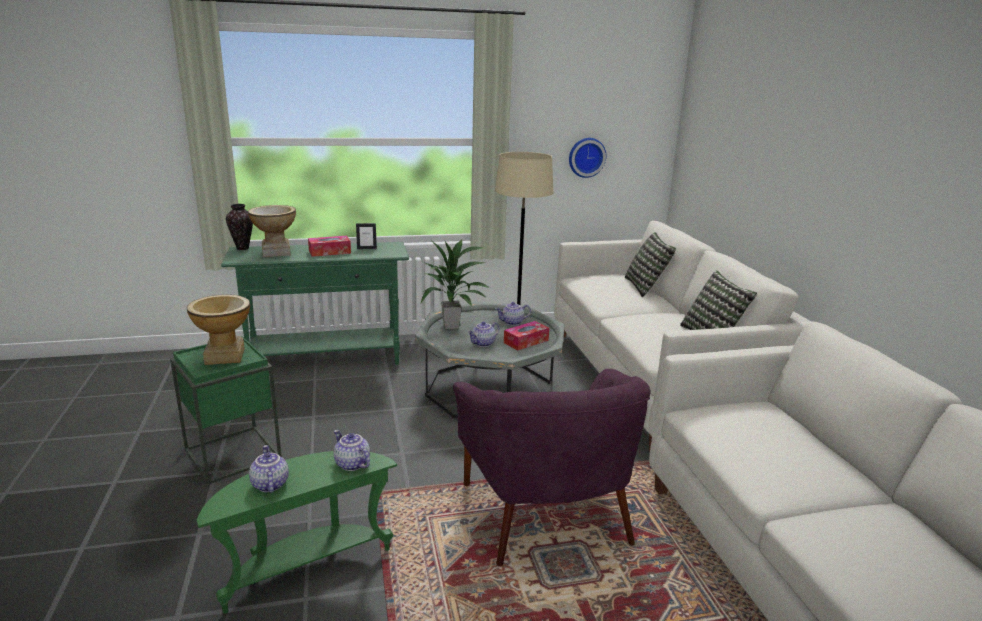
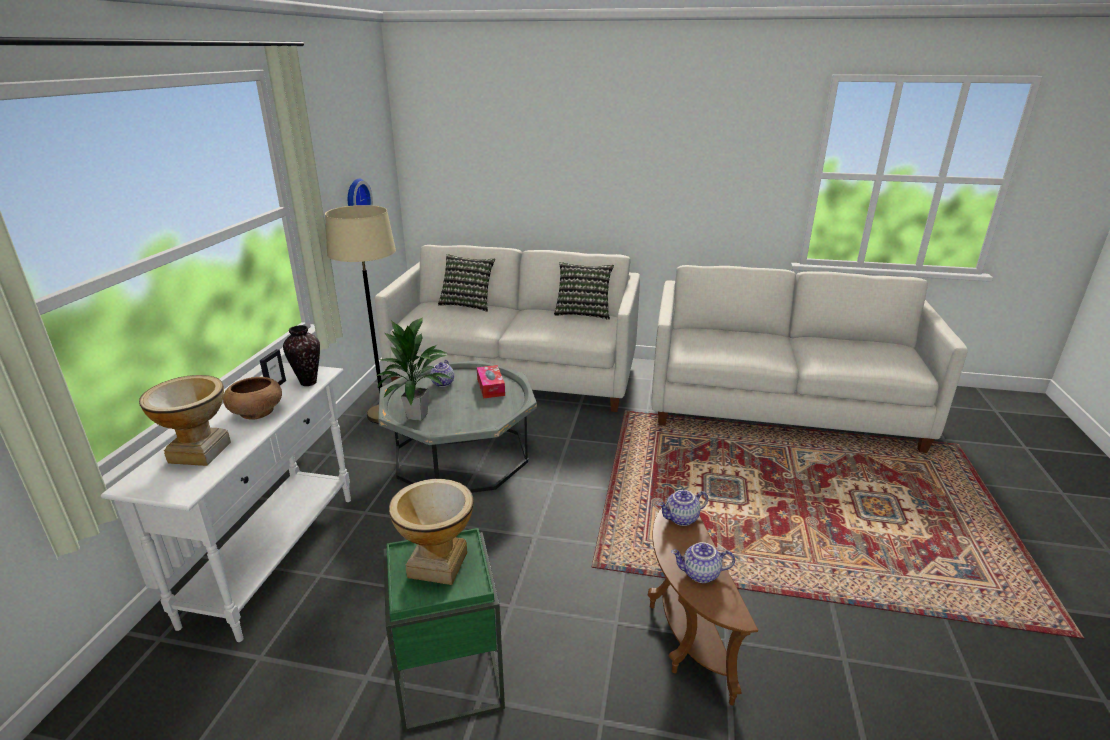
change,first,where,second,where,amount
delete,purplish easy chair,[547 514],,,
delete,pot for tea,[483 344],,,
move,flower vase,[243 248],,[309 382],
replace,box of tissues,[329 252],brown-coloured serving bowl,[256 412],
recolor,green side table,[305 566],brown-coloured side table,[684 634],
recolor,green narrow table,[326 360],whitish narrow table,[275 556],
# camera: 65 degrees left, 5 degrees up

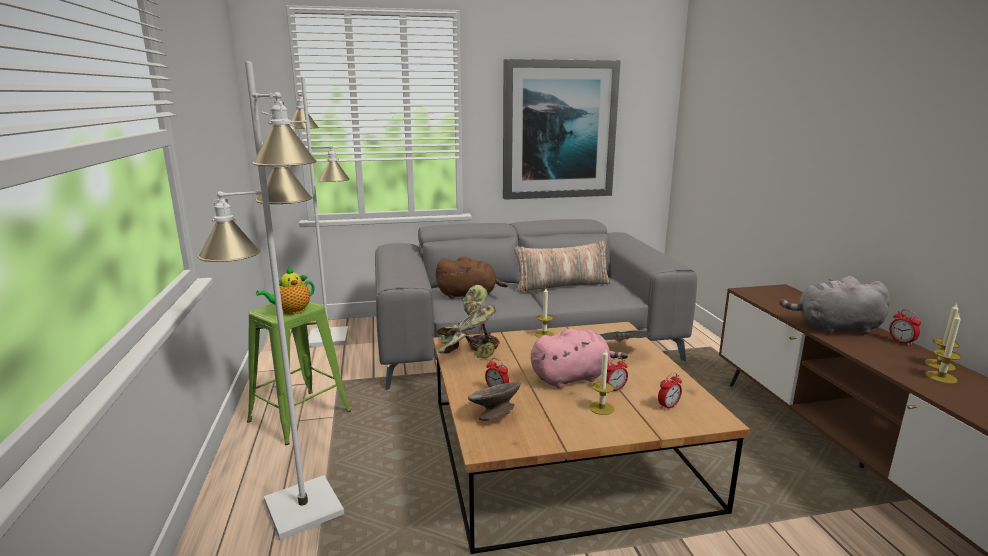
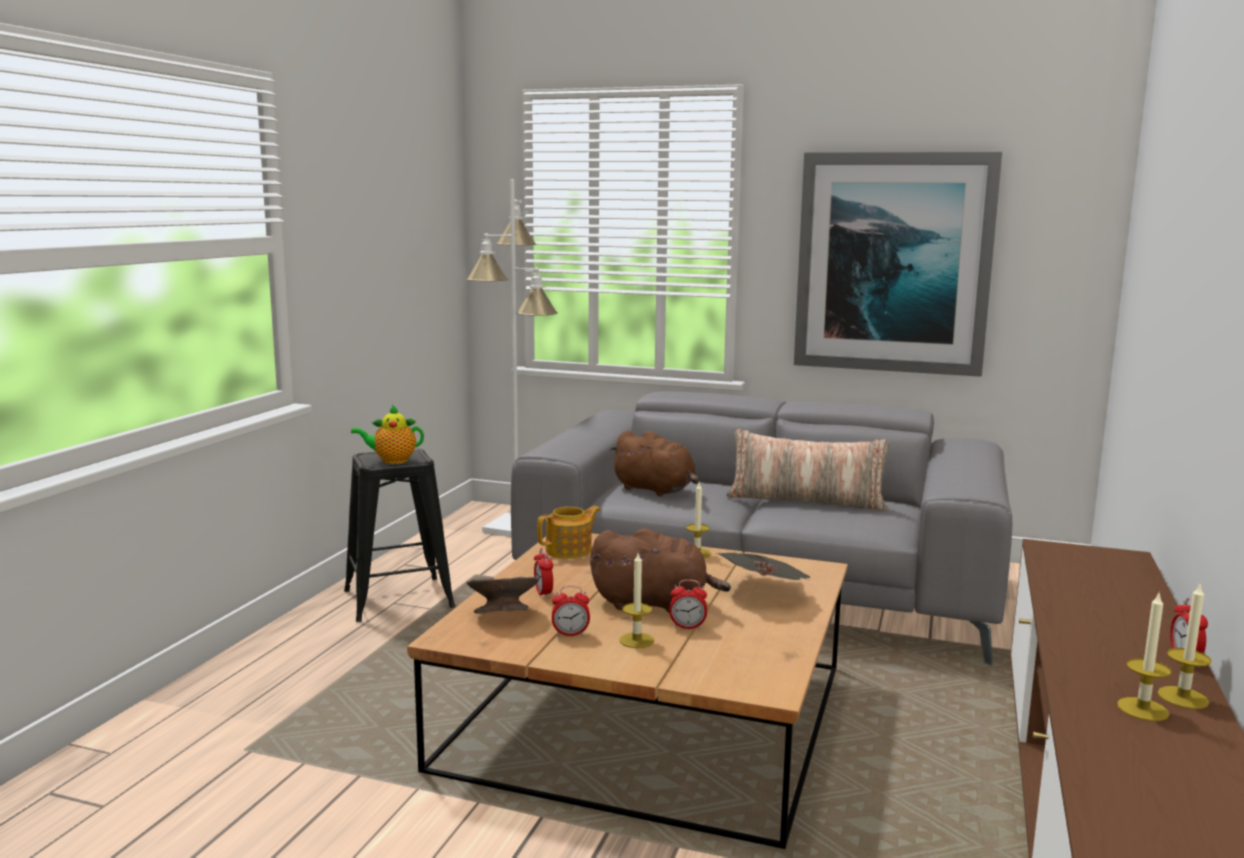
change,first,where,second,where,amount
delete,whitish floor lamp,[303 509],,,
delete,gray plush toy,[834 328],,,
move,alarm clock,[668 406],,[570 634],
replace,potted plant,[467 352],pot for tea,[570 550],
recolor,green stool seat,[298 417],blackish stool seat,[397 599],
recolor,pink plush toy,[572 377],brown-coloured plush toy,[654 603],
# camera: 30 degrees right, 5 degrees down

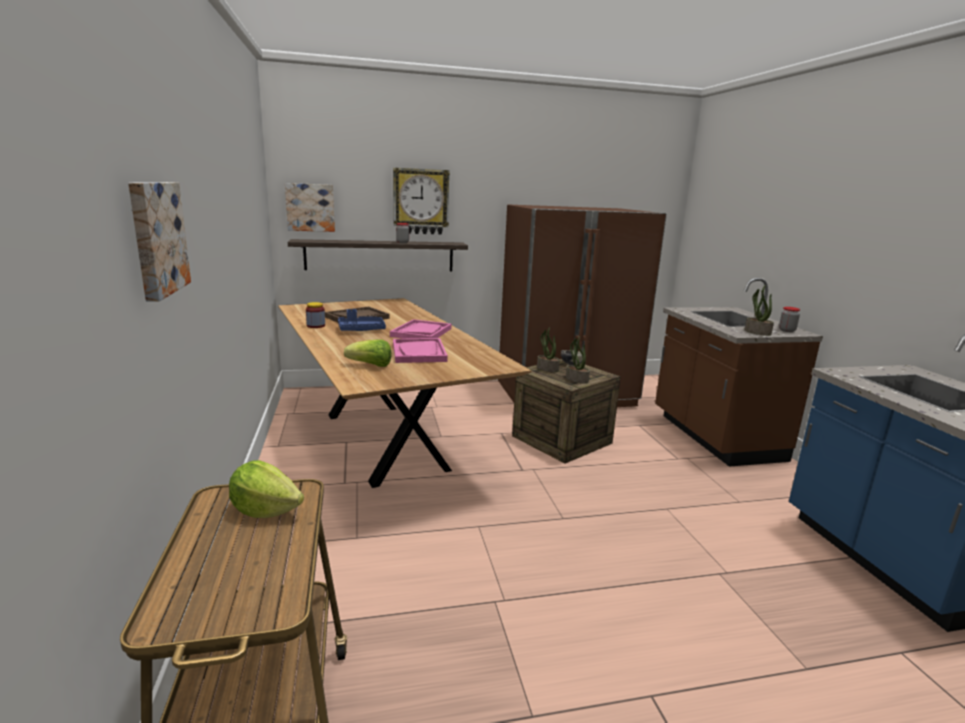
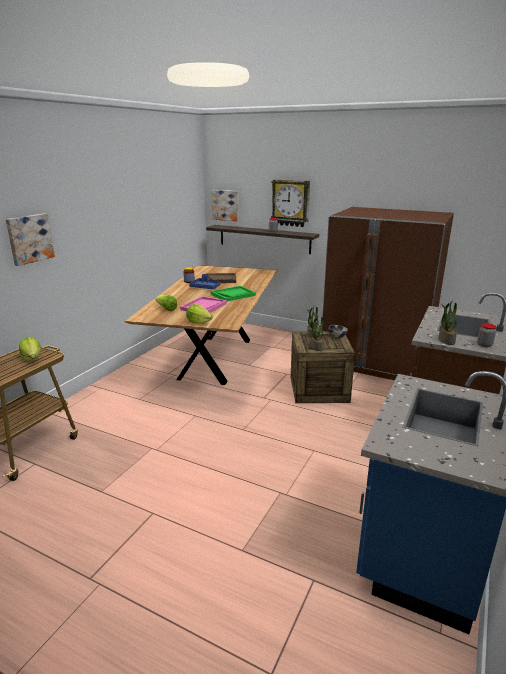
change,first,where,second,where,amount
insert,,,lettuce head,[198 322],
recolor,pink tray,[421 332],green tray,[233 295],
# camera: 40 degrees right, 5 degrees up

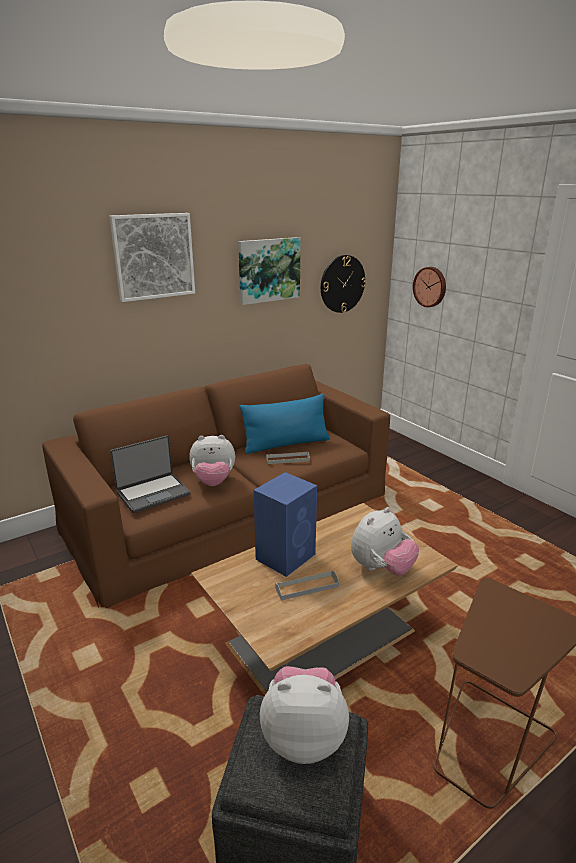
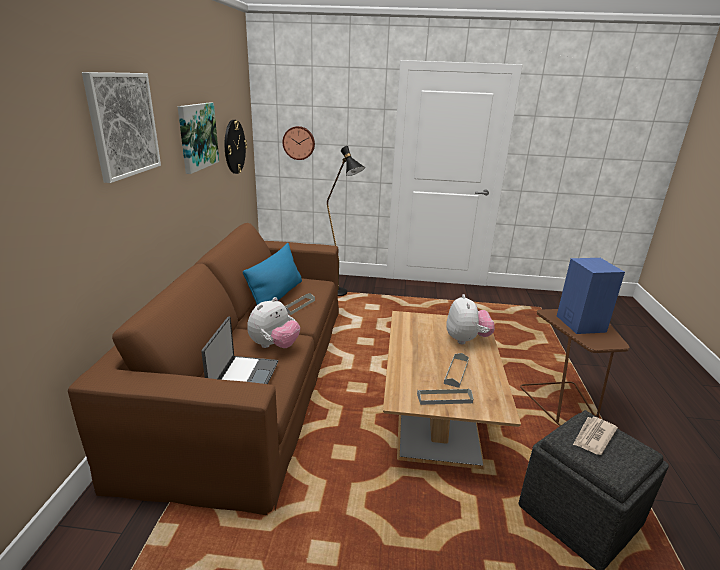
change,first,where,second,where,amount
insert,,,blackish floor lamp,[342 295],
insert,,,gray tray,[444 398],
move,blue loudspeaker,[286 556],,[580 323],
replace,plush toy,[303 736],newspaper,[593 437],
# camera: 50 degrees left, 0 degrees up

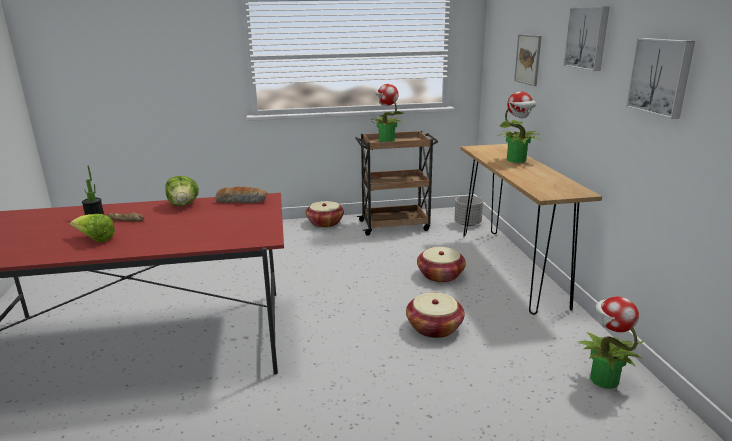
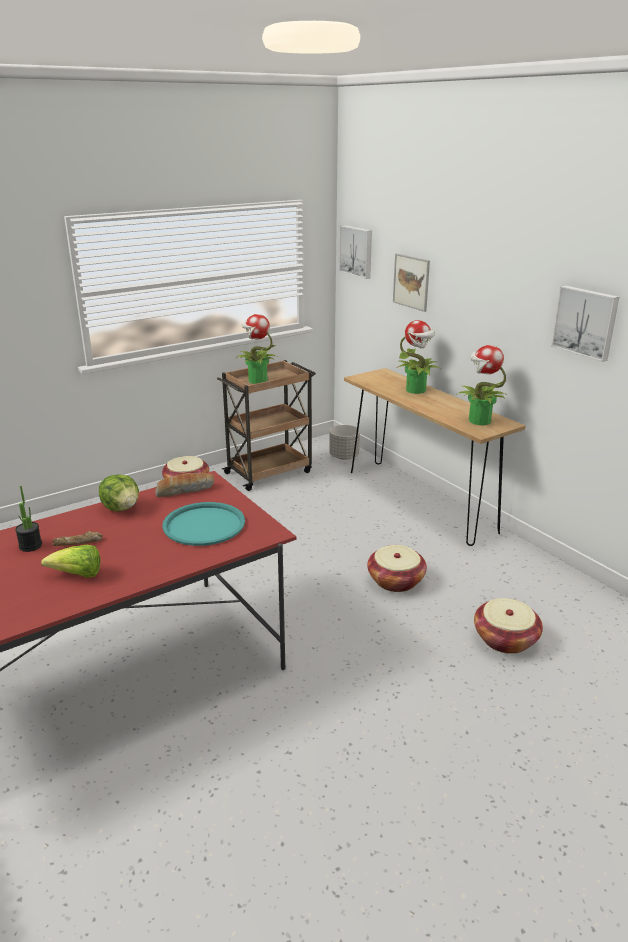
change,first,where,second,where,amount
insert,,,turquoise tray,[204 525],
move,household basket,[440 275],,[505 639],
move,picture,[588 38],,[357 251],
move,potted plant,[603 379],,[478 421],
# camera: 25 degrees left, 5 degrees up

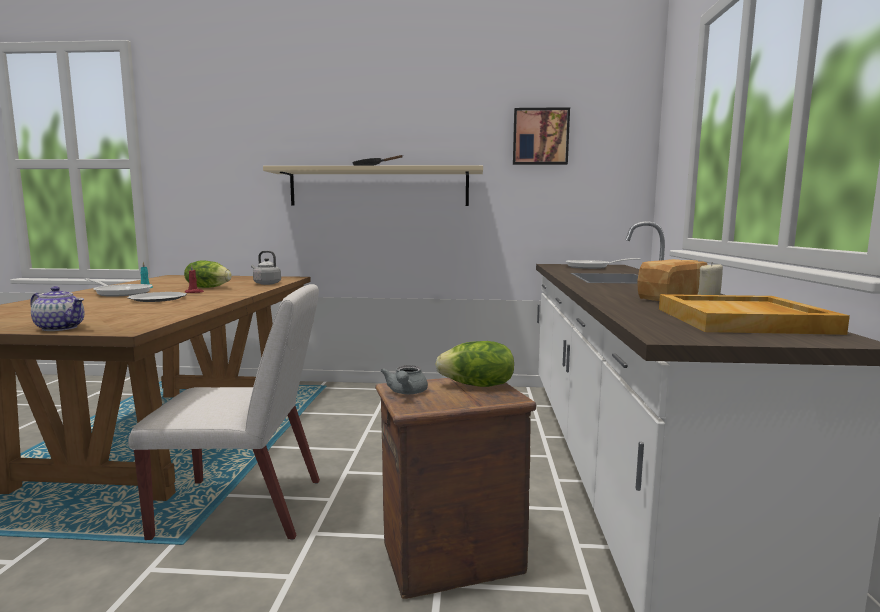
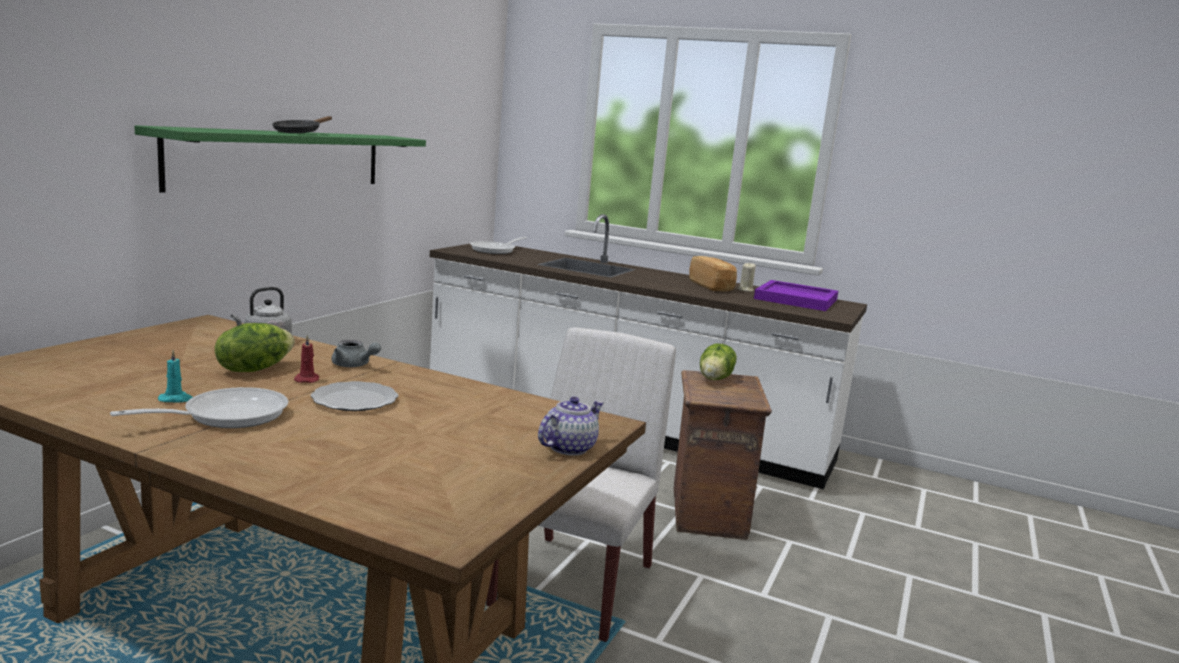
change,first,where,second,where,amount
delete,picture,[540 137],,,
move,gray pot for tea,[406 392],,[354 365],
recolor,sand-coloured shelf,[378 187],green shelf,[282 159],
recolor,sand-coloured tray,[743 320],purplish tray,[797 299],
# camera: 70 degrees left, 5 degrees up

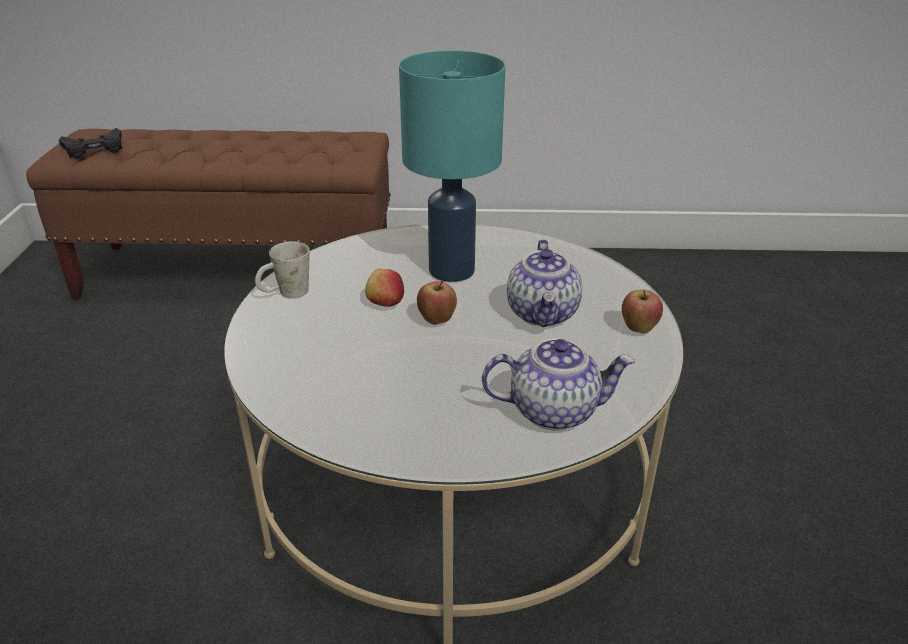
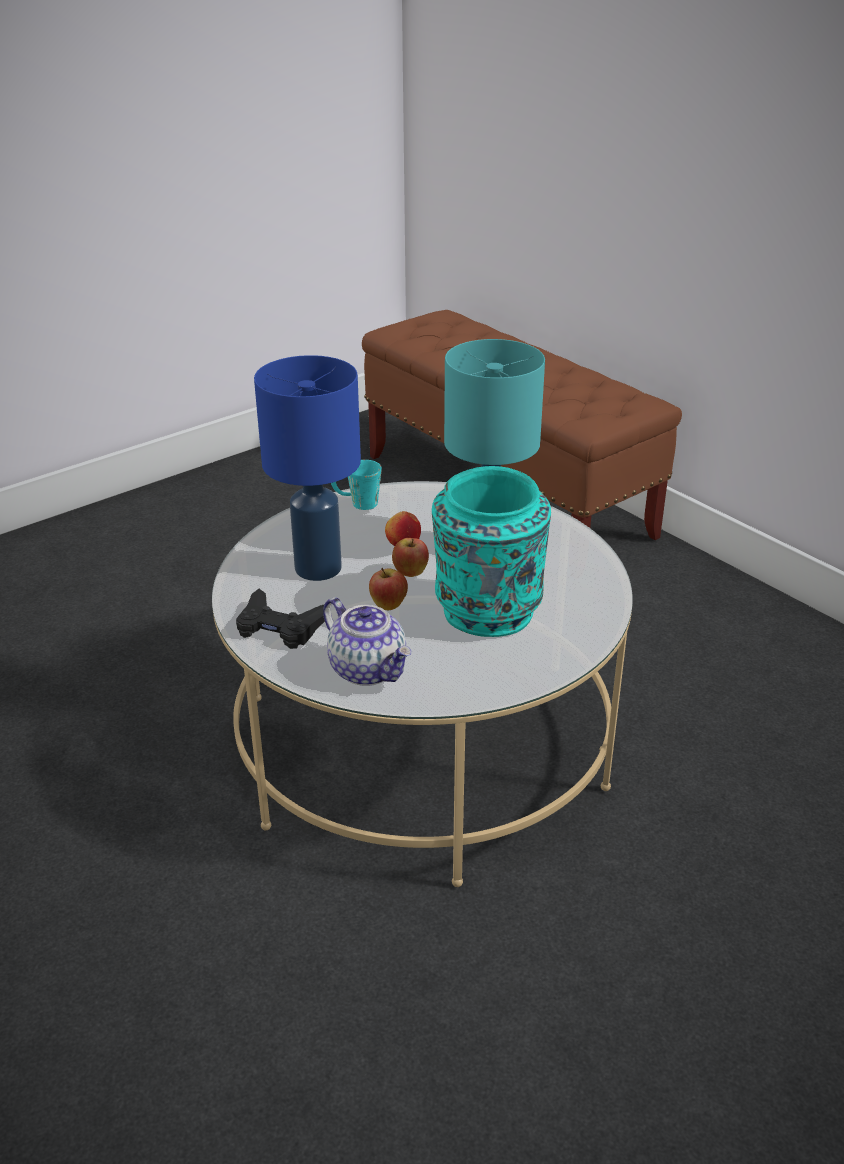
change,first,where,second,where,amount
insert,,,blue table lamp,[318 567],
move,blackish gamepad,[94 149],,[280 627],
move,whole apple,[638 329],,[388 606],
replace,pot for tea,[543 314],turquoise flower vase,[488 613],
recolor,whitish tea mug,[285 294],turquoise tea mug,[356 503],
# camera: 50 degrees right, 0 degrees up

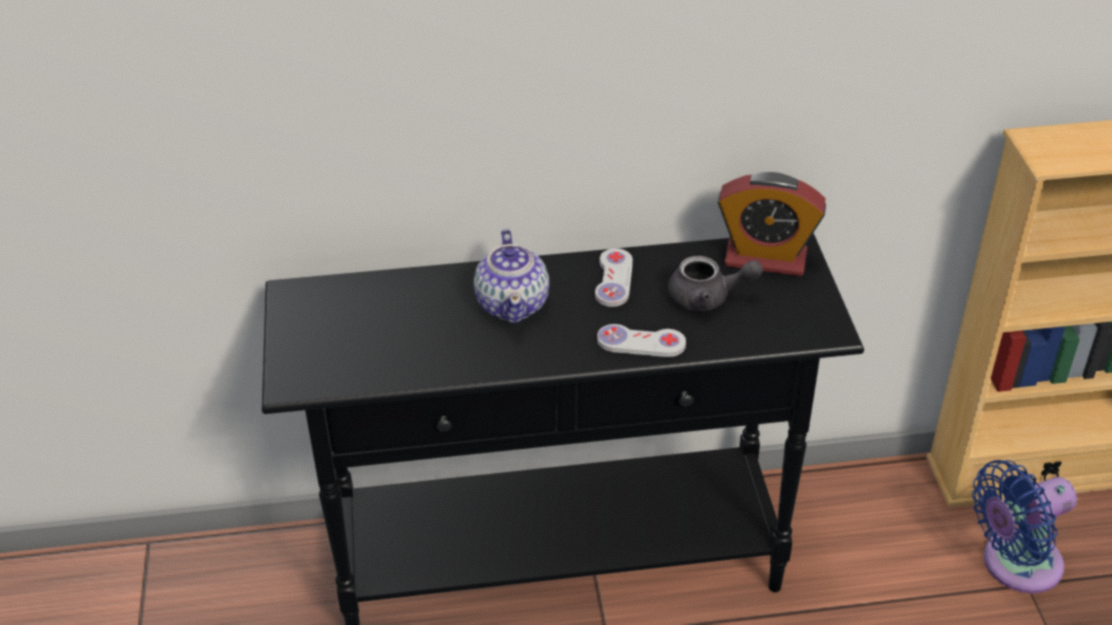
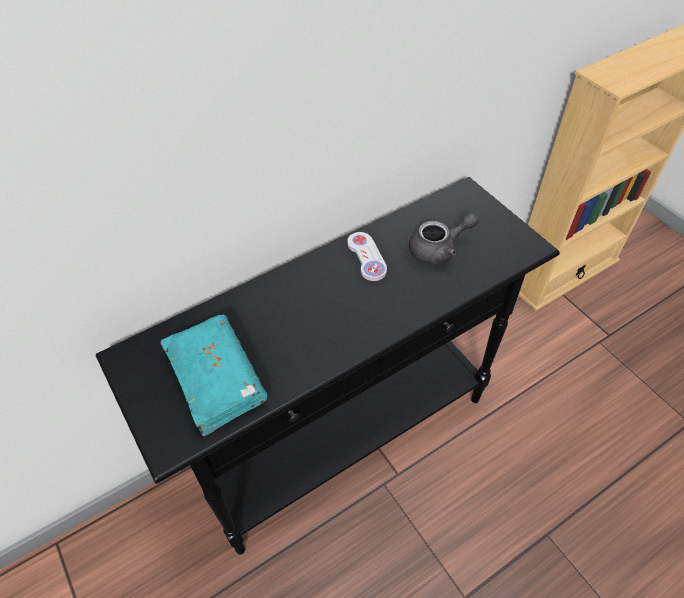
change,first,where,second,where,amount
delete,pot for tea,[513 304],,,
delete,whitish gamepad,[641 343],,,
delete,alarm clock,[765 258],,,
delete,blue electric fan,[1014 565],,,
insert,,,turquoise book,[216 379],
# camera: 25 degrees left, 10 degrees up

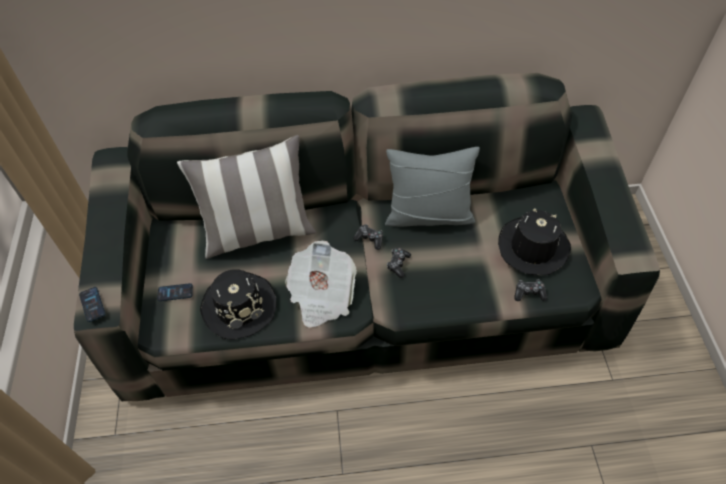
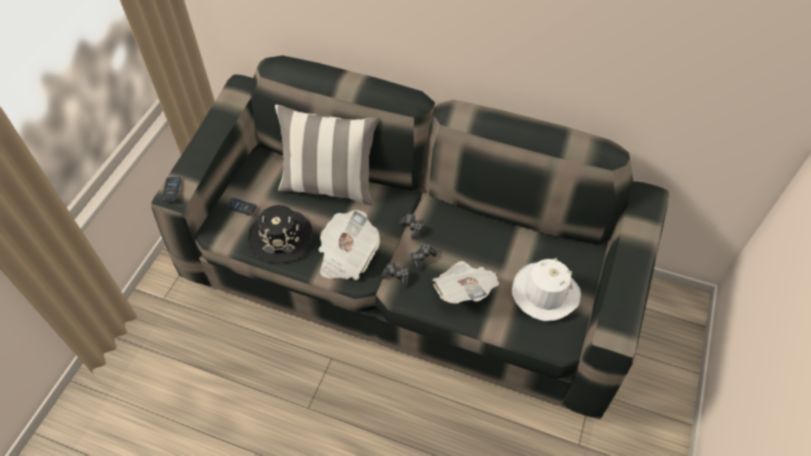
change,first,where,second,where,amount
delete,gray cushion,[429 215],,,
insert,,,newspaper,[463 290],
move,gamepad,[529 293],,[396 276],
recolor,blackish hat,[532 247],whitish hat,[545 292],
# camera: 25 degrees right, 0 degrees up

